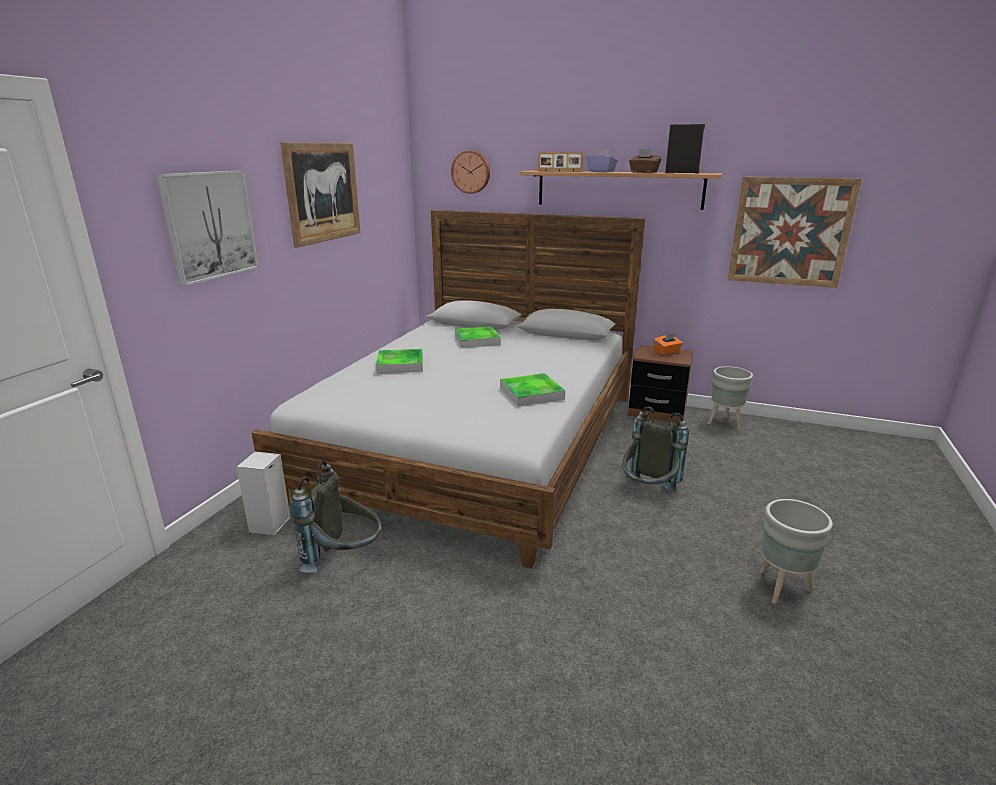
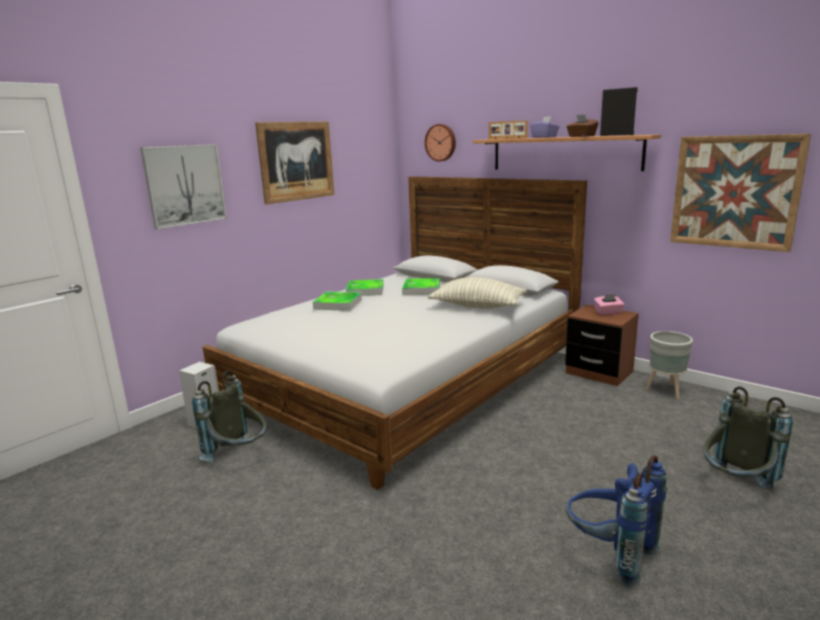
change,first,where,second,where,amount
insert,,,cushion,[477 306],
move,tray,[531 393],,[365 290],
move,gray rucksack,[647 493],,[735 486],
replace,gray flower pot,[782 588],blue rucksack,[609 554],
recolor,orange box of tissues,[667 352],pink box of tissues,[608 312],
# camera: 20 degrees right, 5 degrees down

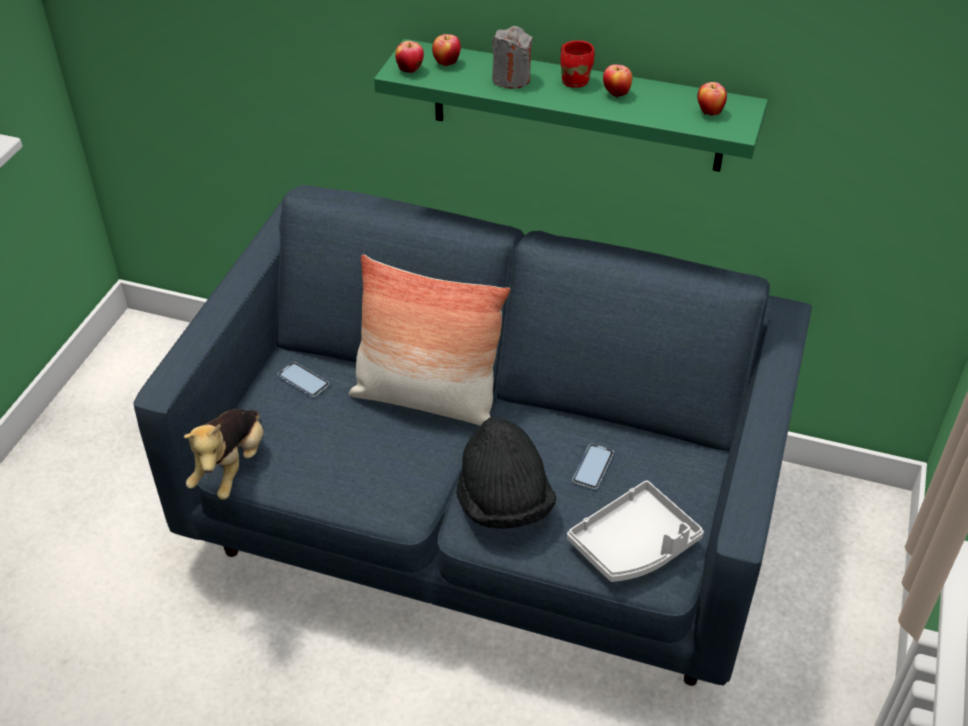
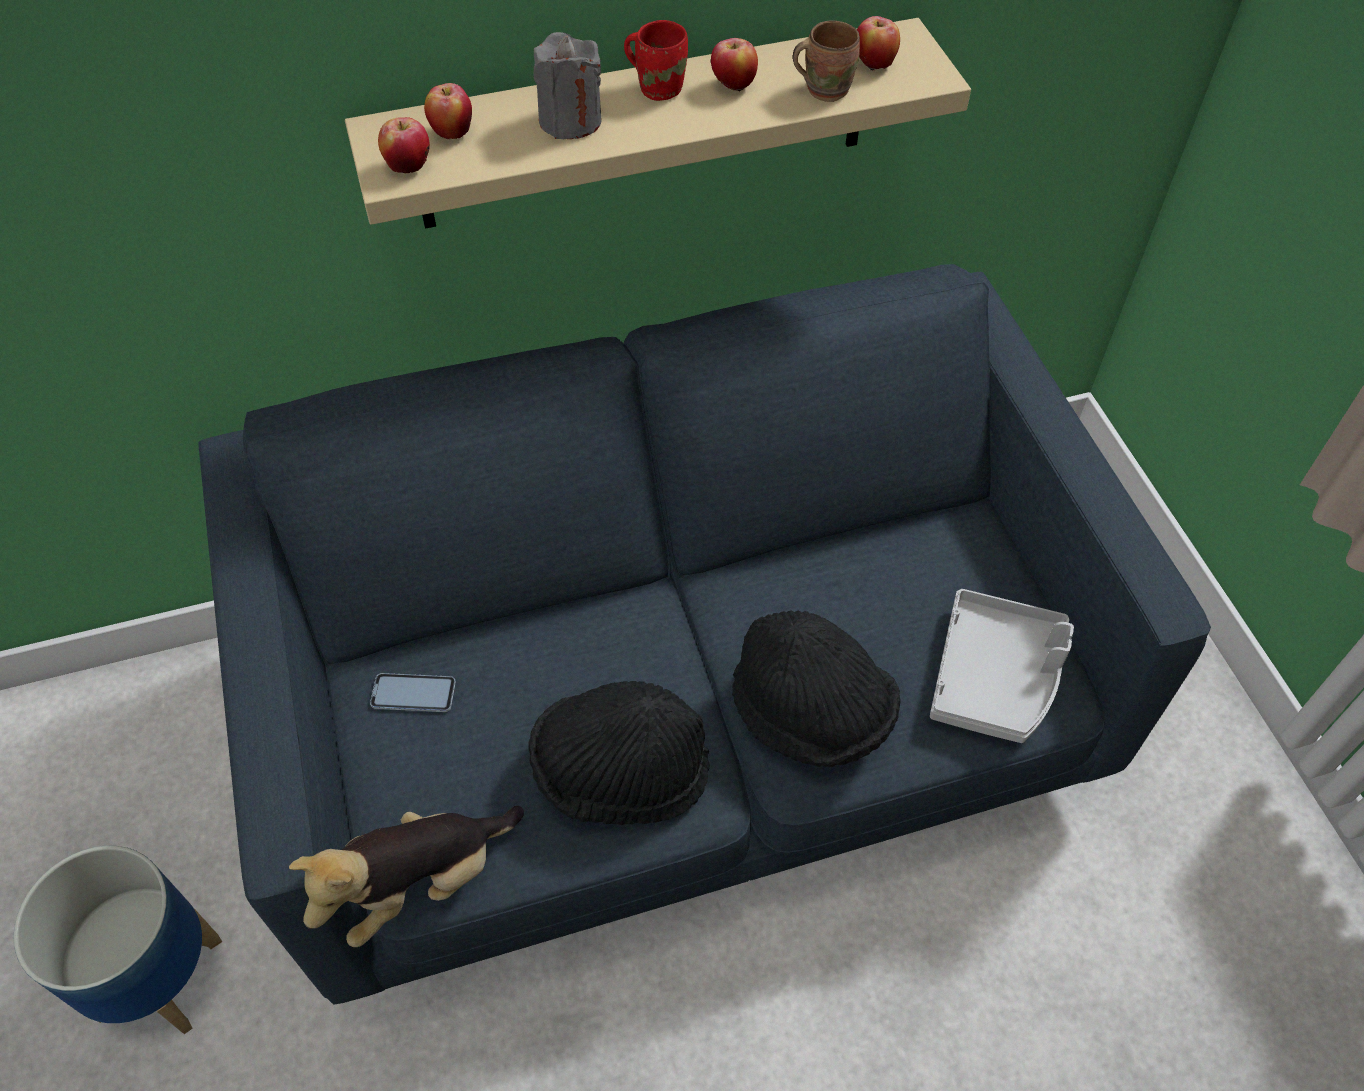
change,first,where,second,where,amount
delete,cushion,[427 399],,,
delete,telephone,[593 467],,,
insert,,,flower pot,[158 978],
insert,,,blackish hat,[620 772],
insert,,,brown-coloured tea mug,[824 88],
recolor,green shelf,[577 106],sand-coloured shelf,[644 126],
rotate,plush toy,[232 467],,[422 883],75 degrees clockwise
# camera: 35 degrees left, 10 degrees up

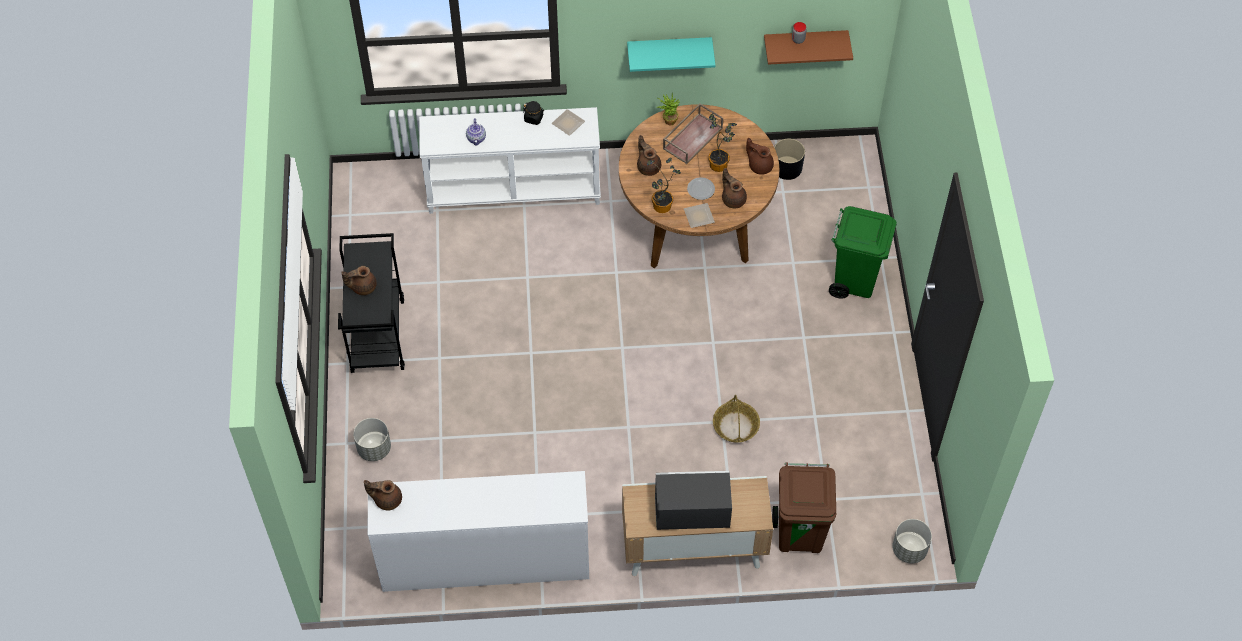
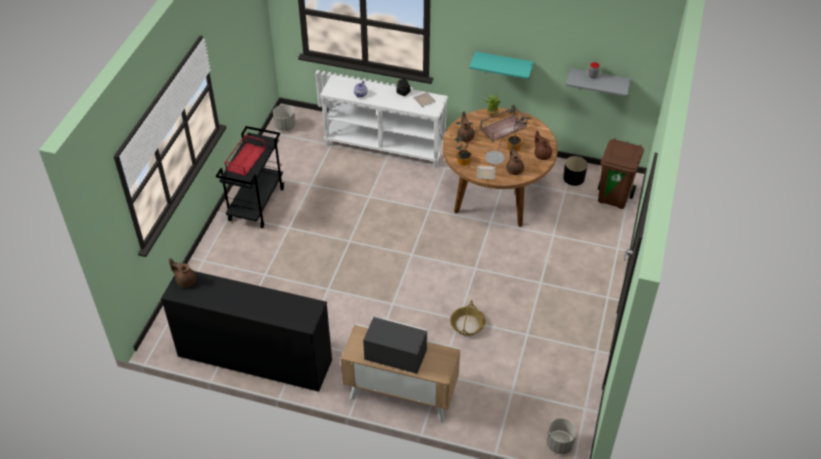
change,first,where,second,where,amount
delete,green rubbish bin,[854 280],,,
move,gray flower pot,[374 449],,[285 126],
move,brown-coloured rubbish bin,[800 534],,[614 198],
replace,brown-coloured pot for tea,[362 287],red-coloured tray,[245 159],
recolor,whitish dresser,[484 561],blackish dresser,[254 358],
recolor,brown-coloured shelf,[805 42],gray shelf,[599 82],
# camera: 20 degrees right, 10 degrees down

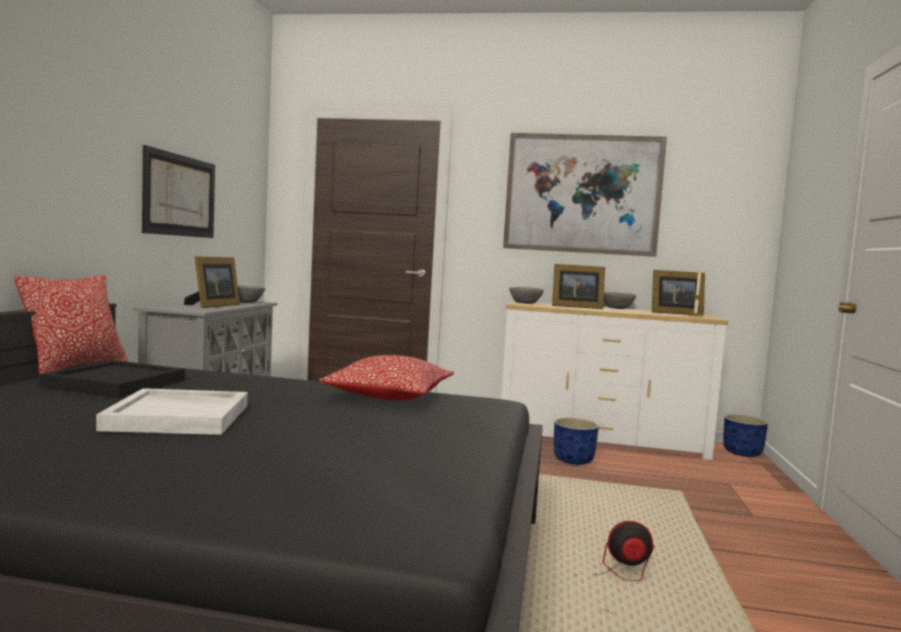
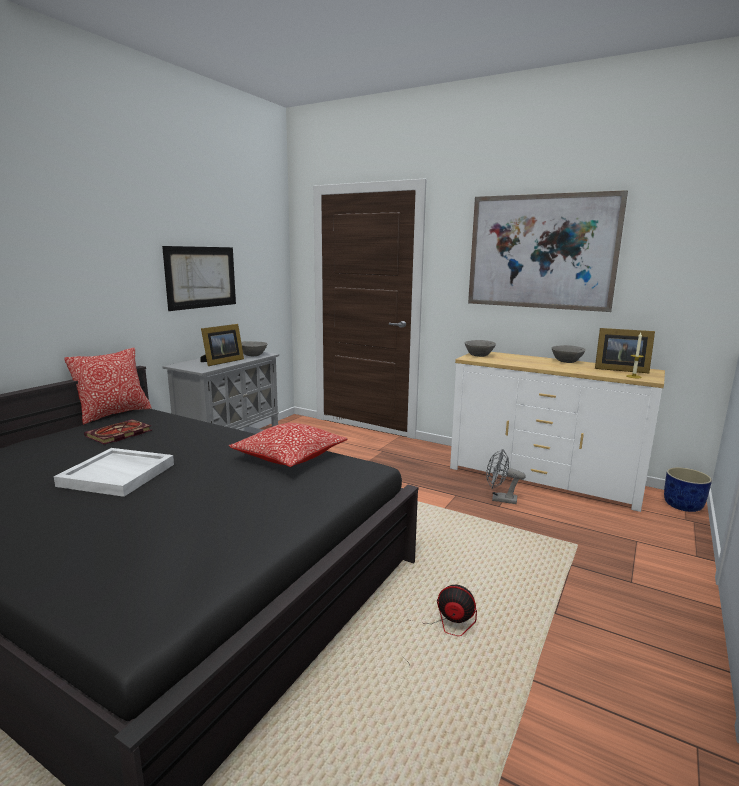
change,first,where,second,where,amount
delete,picture frame,[574 306],,,
replace,blackish tray,[116 384],book,[118 434],
replace,blue flower pot,[574 460],gray electric fan,[500 499],
# camera: 20 degrees right, 10 degrees up

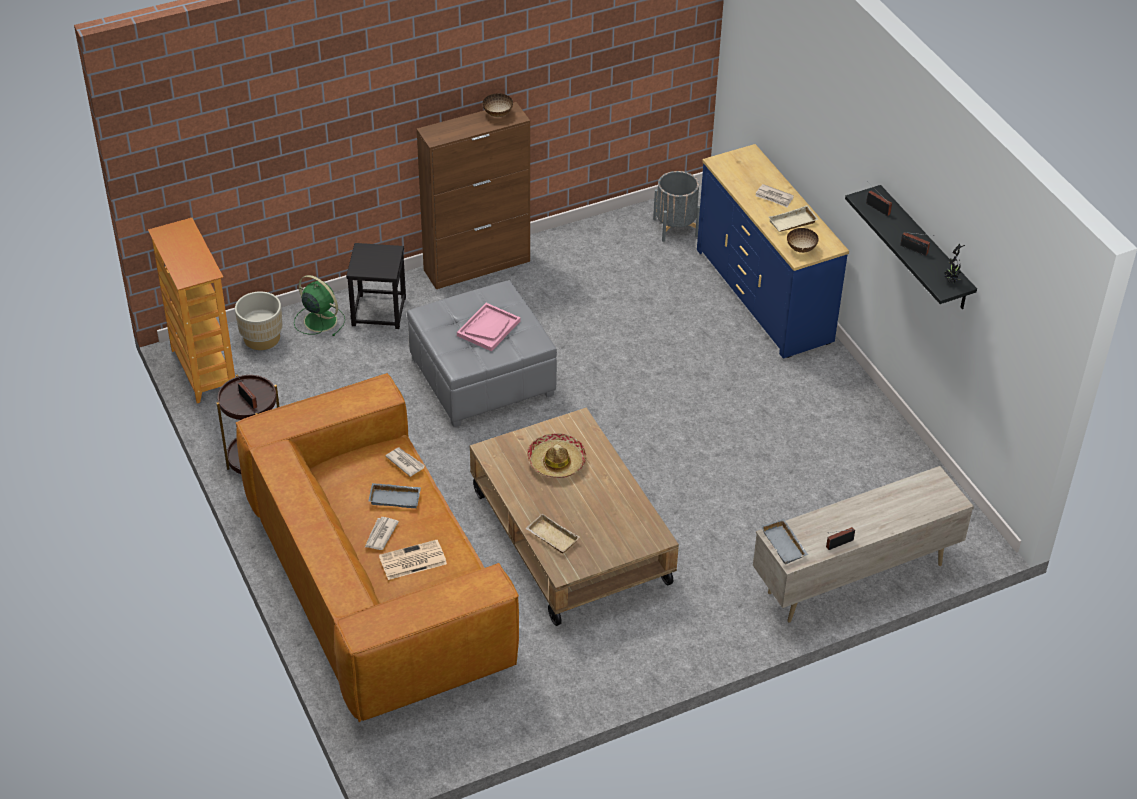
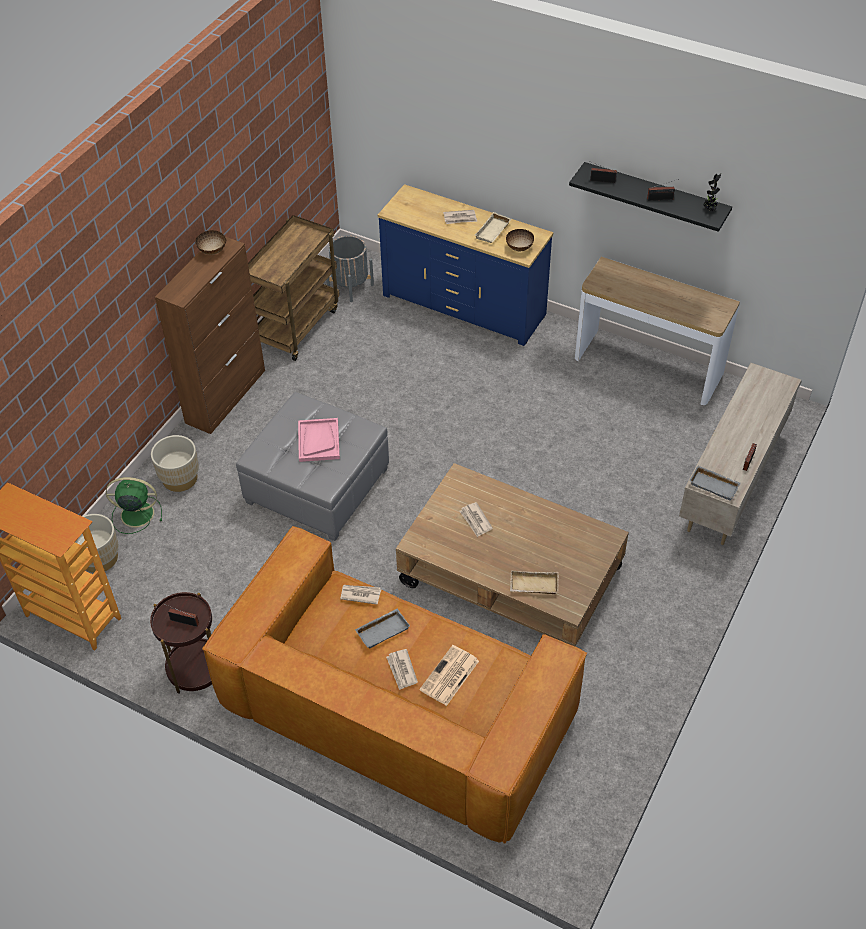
change,first,where,second,where,amount
insert,,,brown-coloured cart,[296 325],
insert,,,narrow table,[647 366],
replace,blackish stool seat,[378 311],sand-coloured flower pot,[179 478],
replace,hat,[556 461],newspaper,[475 521],
# camera: 35 degrees left, 5 degrees up

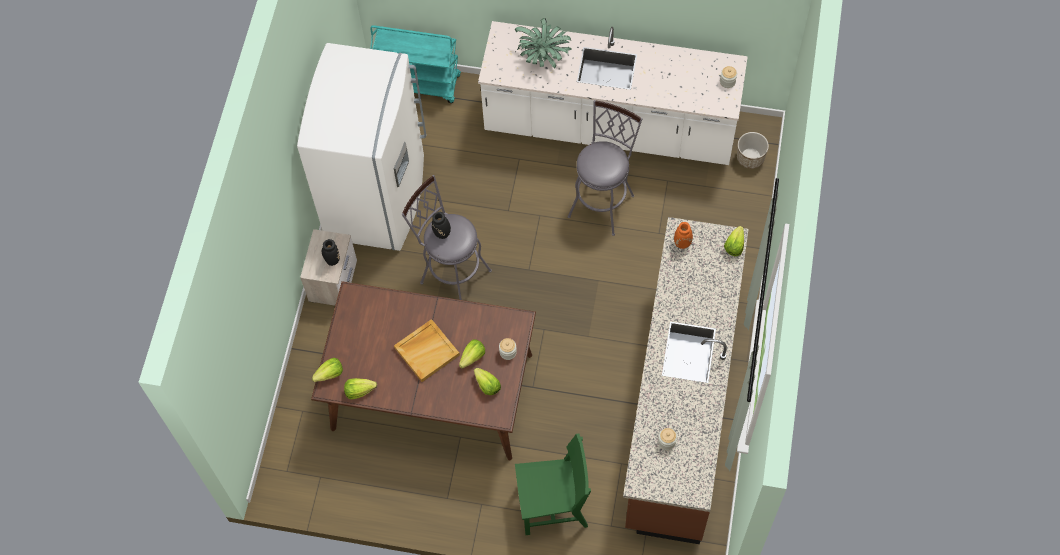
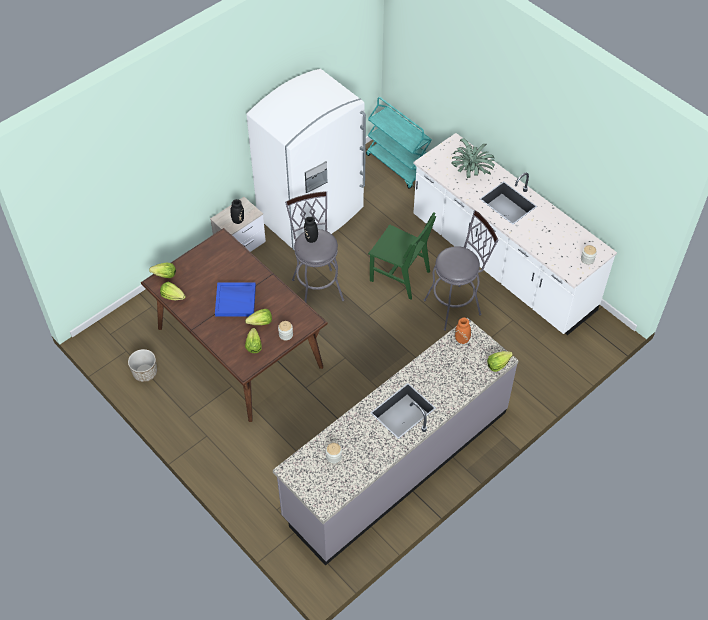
change,first,where,second,where,amount
move,green chair,[553 505],,[400 276],
move,flower pot,[750 158],,[145 373],
recolor,sand-coloured tray,[427 351],blue tray,[236 300],
recolor,brown-coloured counter,[680 401],gray counter,[396 463],
# camera: 35 degrees right, 10 degrees down

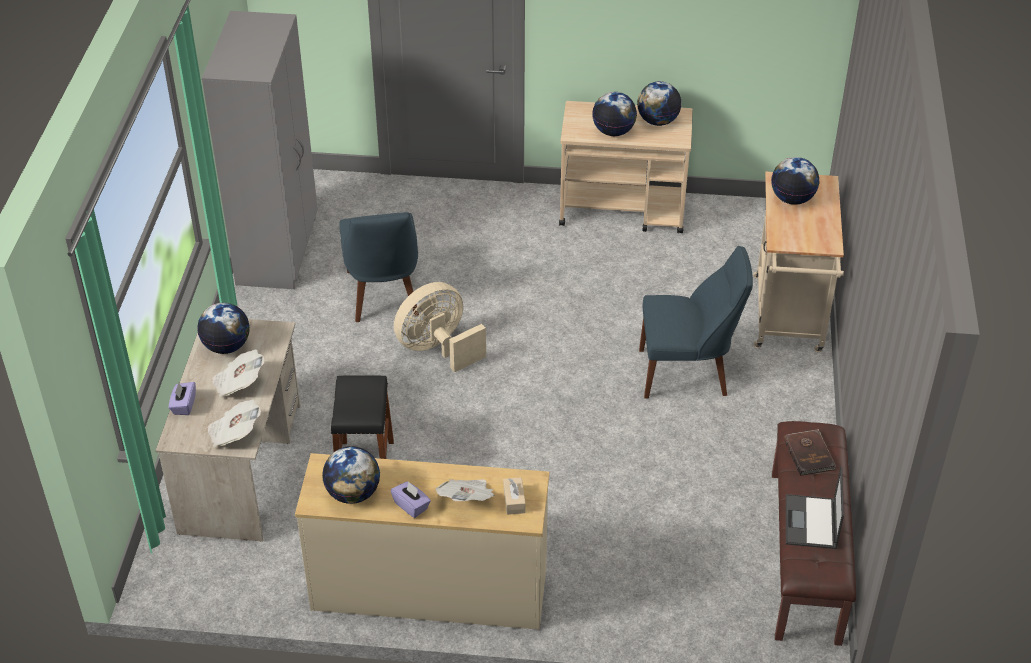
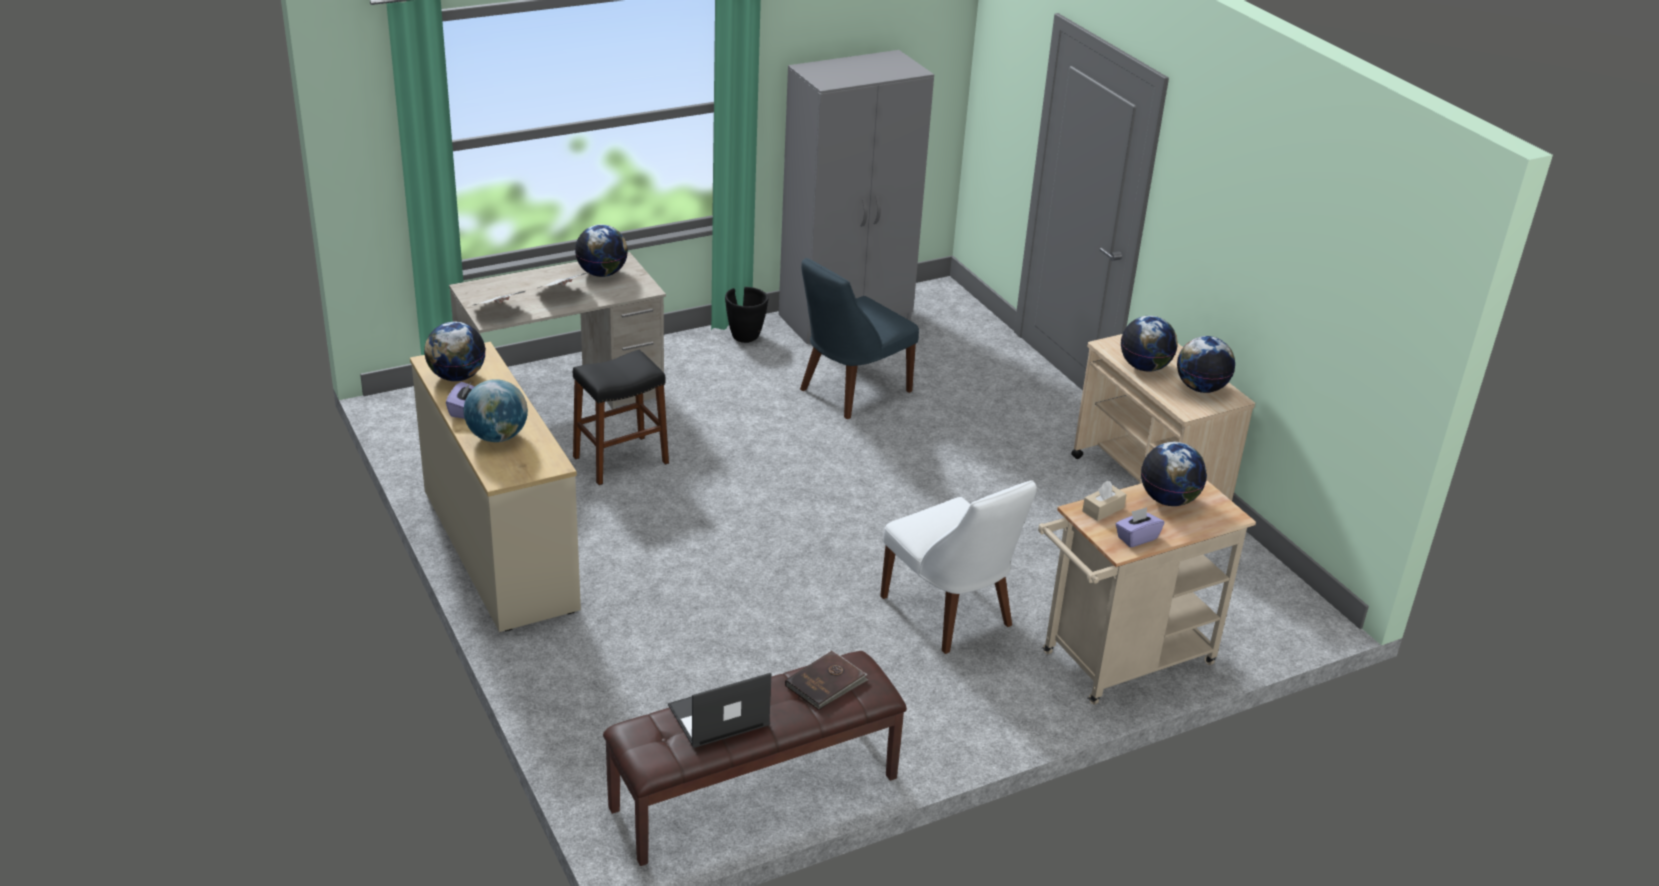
change,first,where,second,where,amount
delete,sand-coloured electric fan,[438 349],,,
insert,,,blackish flower pot,[745 337],
move,purplish box of tissues,[183 405],,[1136 538],
move,sand-coloured box of tissues,[514 500],,[1103 509],
replace,newspaper,[467 500],globe,[497 437],
recolor,blue chair,[687 373],whitish chair,[950 614],
# camera: 55 degrees right, 10 degrees down

